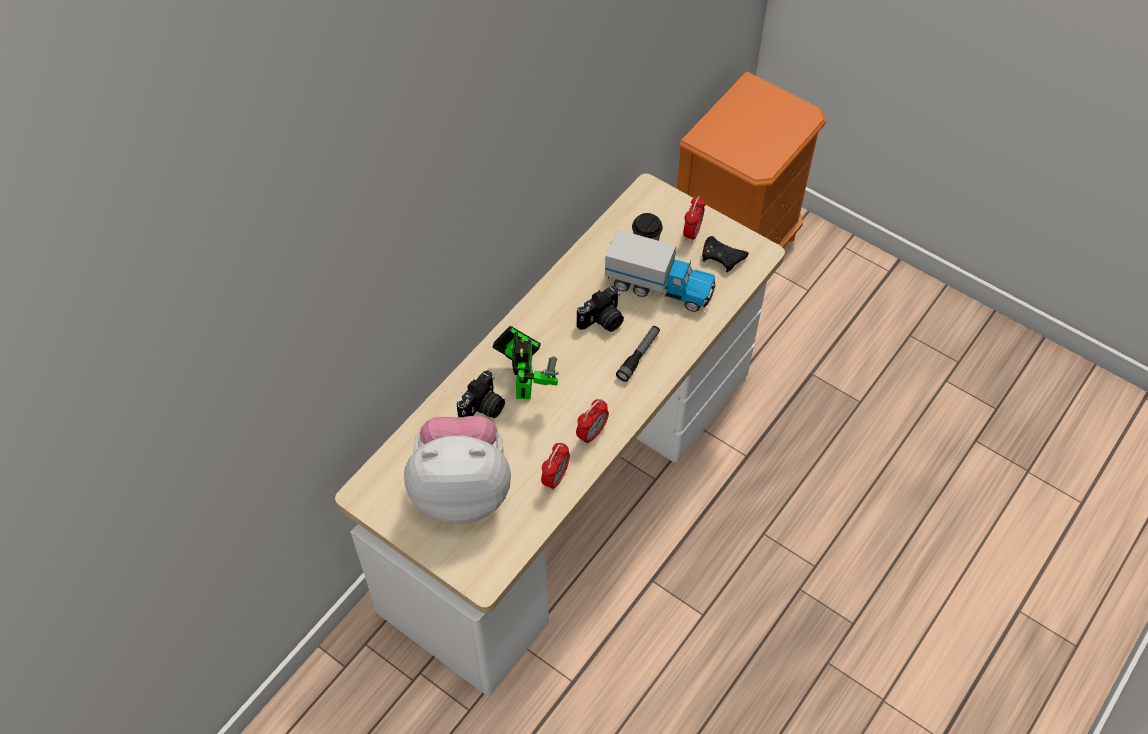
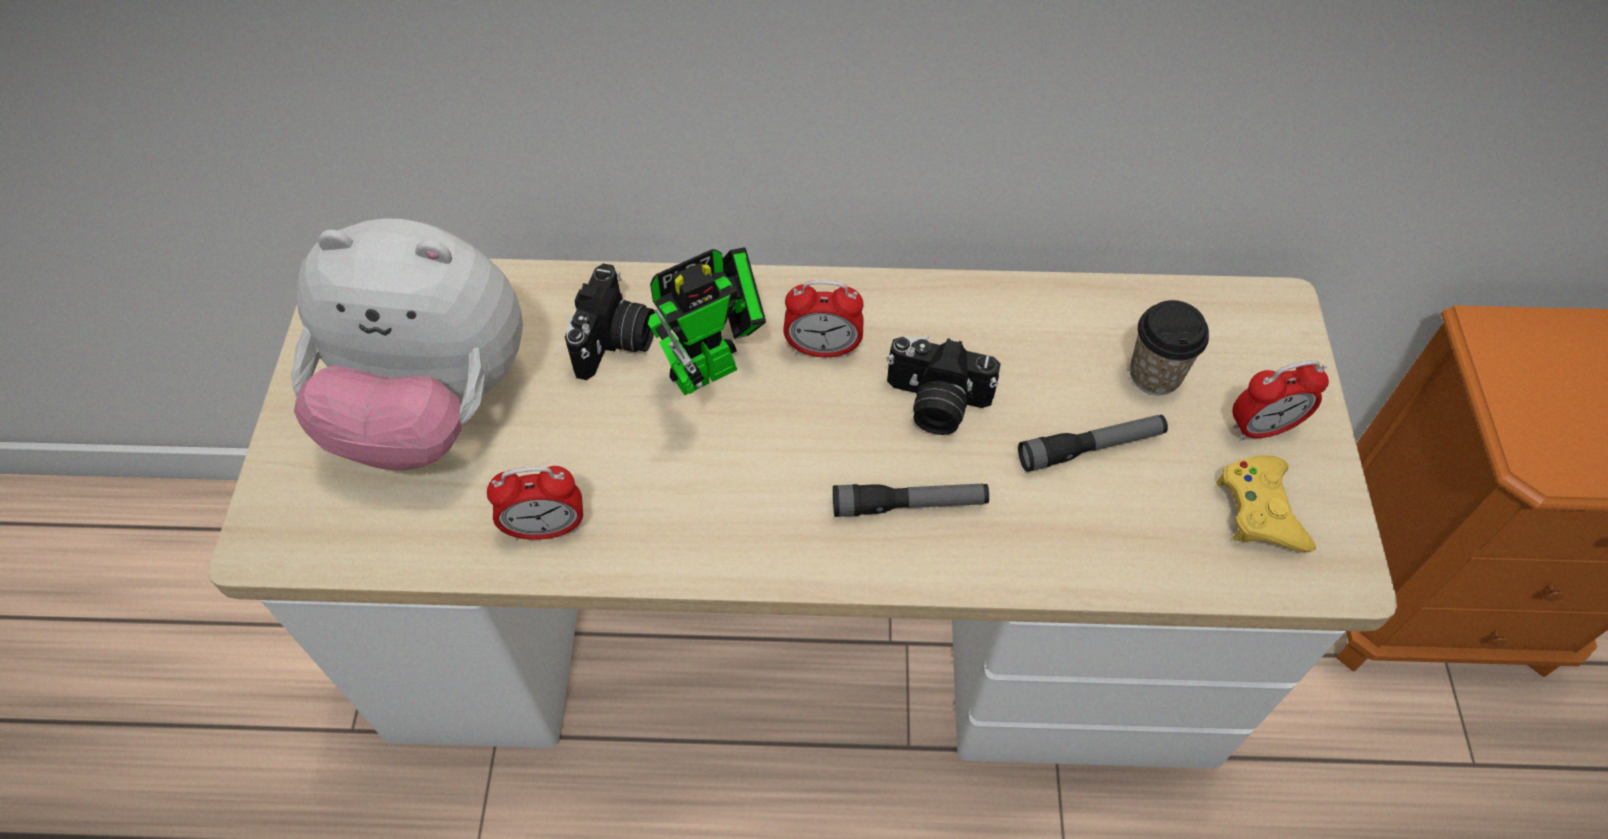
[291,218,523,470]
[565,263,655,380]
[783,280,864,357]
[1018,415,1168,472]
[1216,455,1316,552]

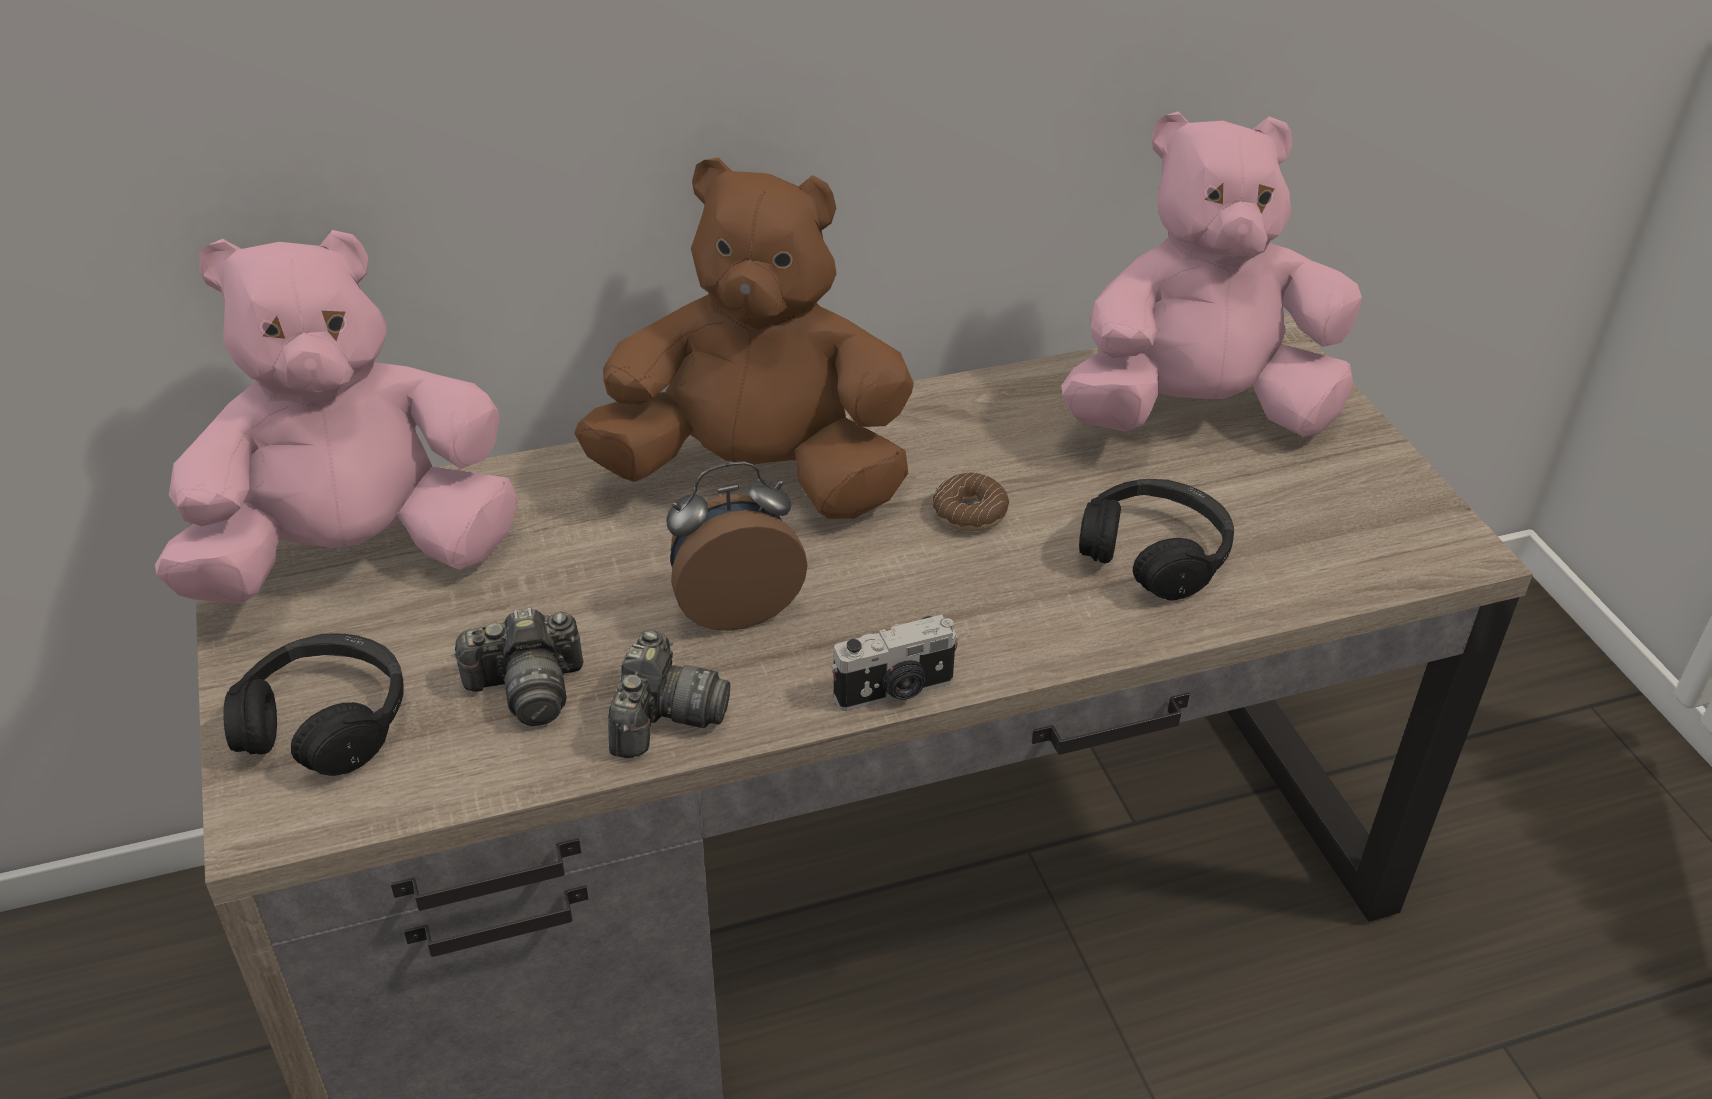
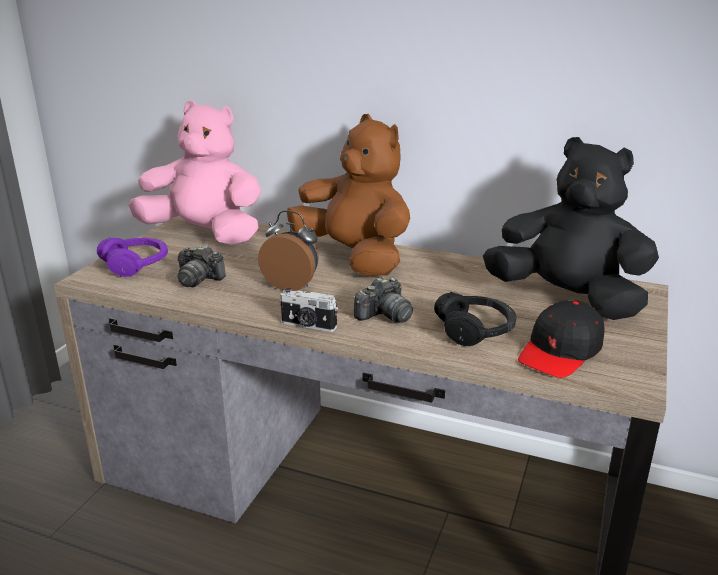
[97,238,168,277]
[354,277,413,323]
[933,472,1009,531] (first image)
[483,137,659,320]
[518,300,605,378]

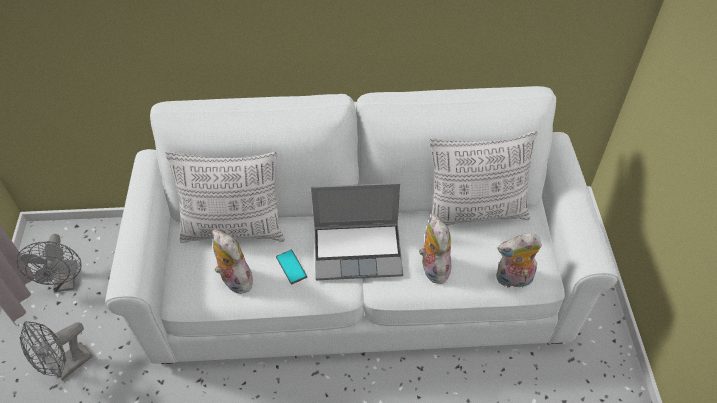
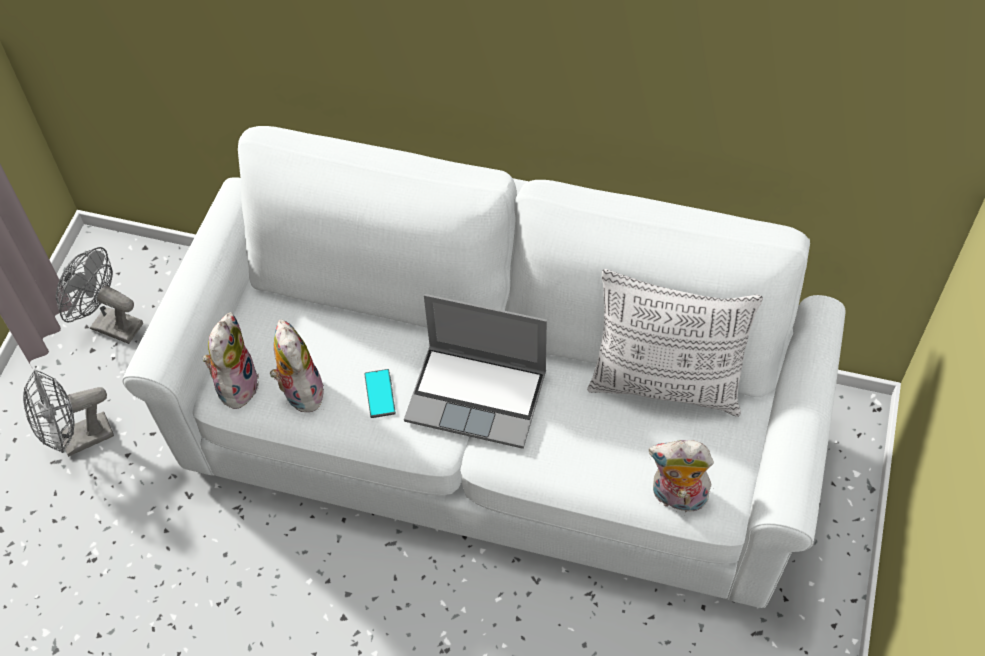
[56,247,143,344]
[165,151,285,243] (first image)
[203,312,259,412]

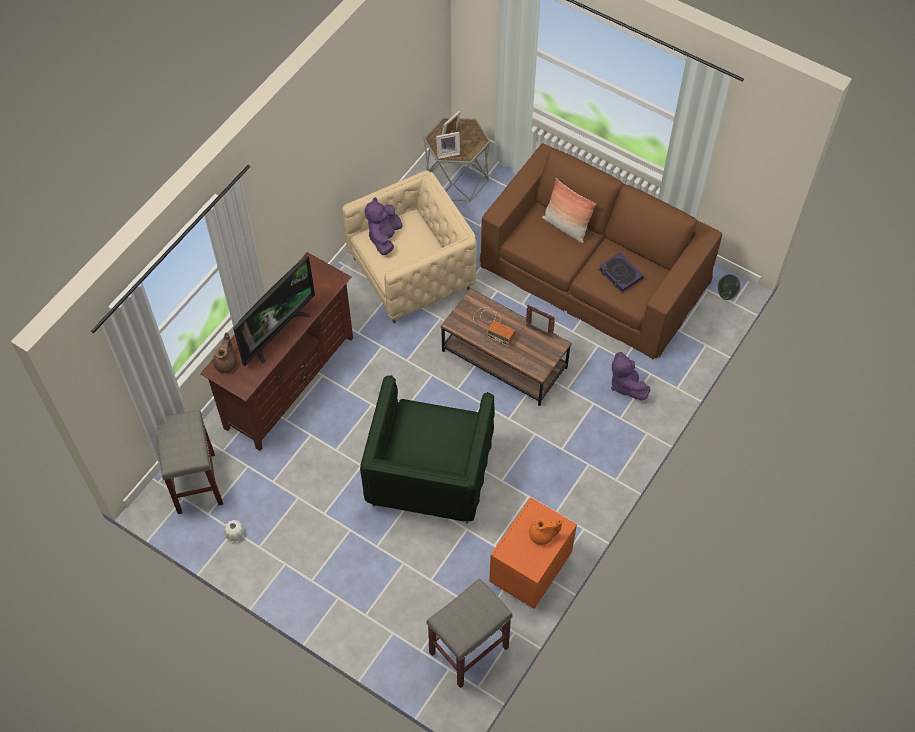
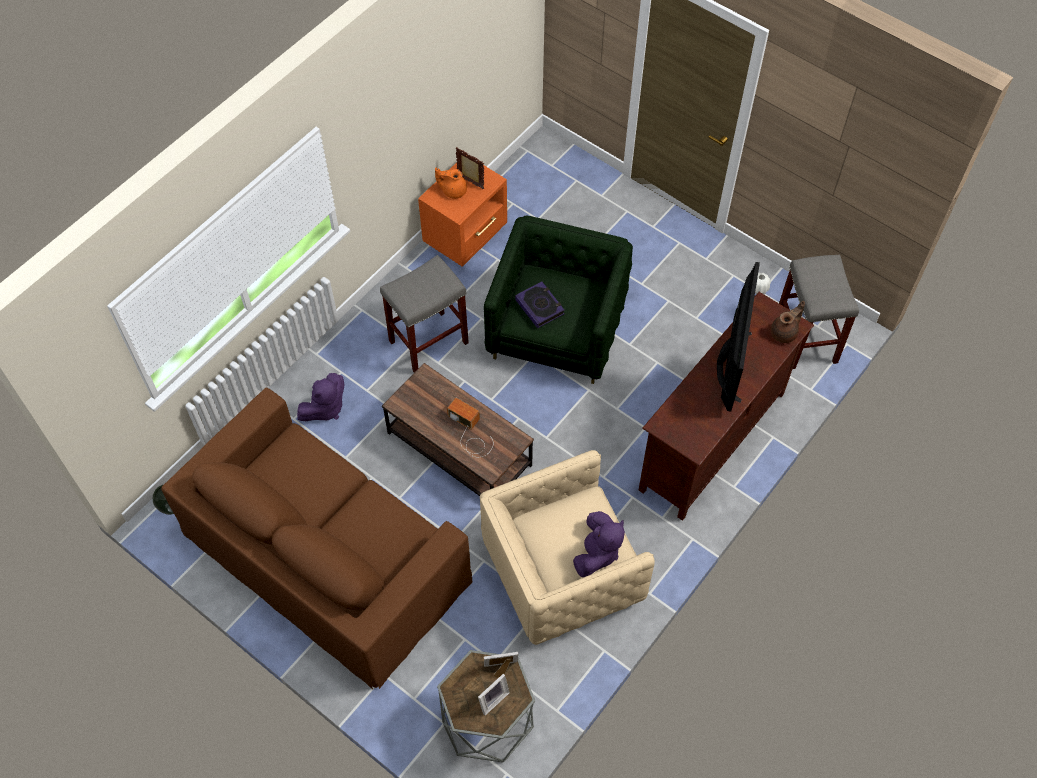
[771,301,805,343]
[717,262,760,412]
[380,255,469,372]
[456,147,484,189]
[542,178,597,243] (first image)
[515,281,565,328]
[297,373,345,421]

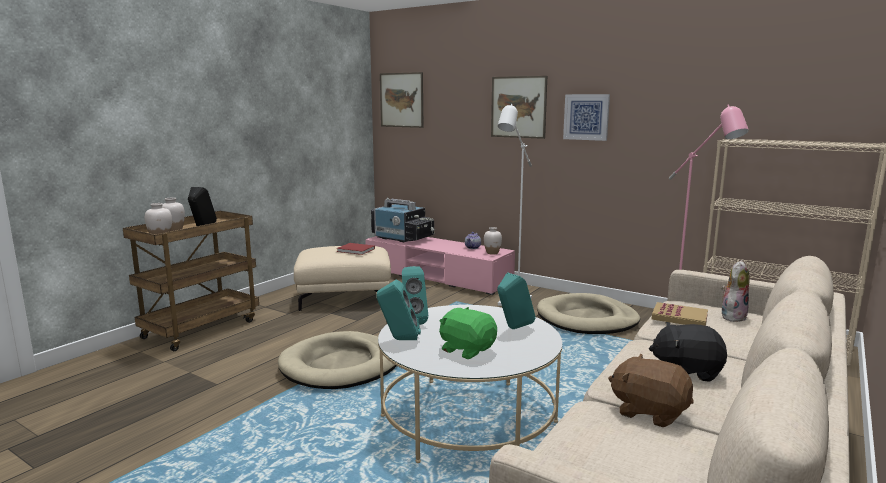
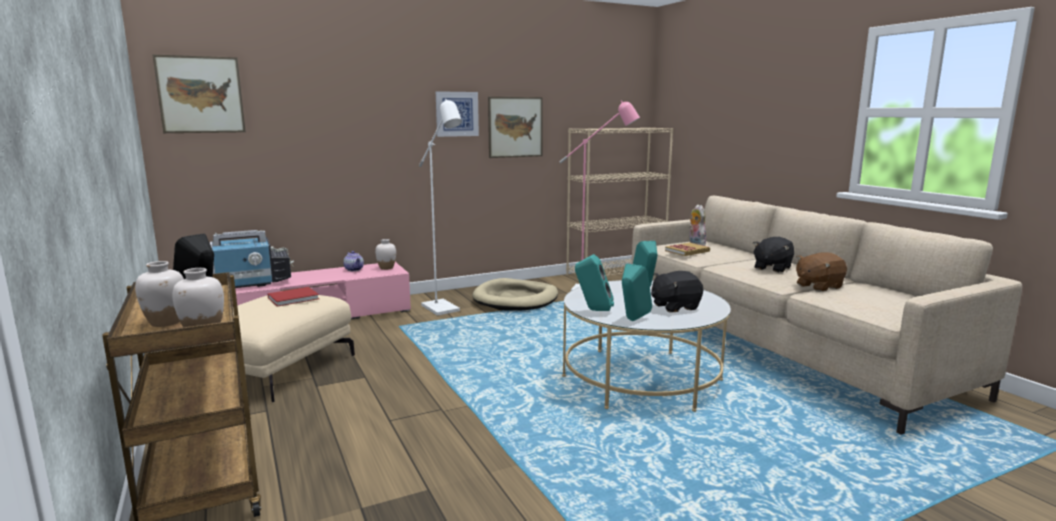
[278,331,396,389] (first image)
[651,271,703,312]
[488,97,543,158]

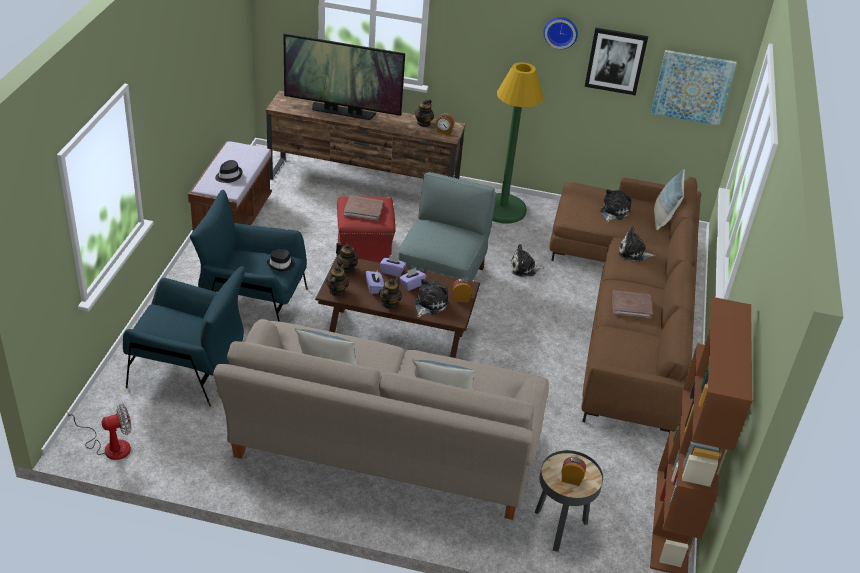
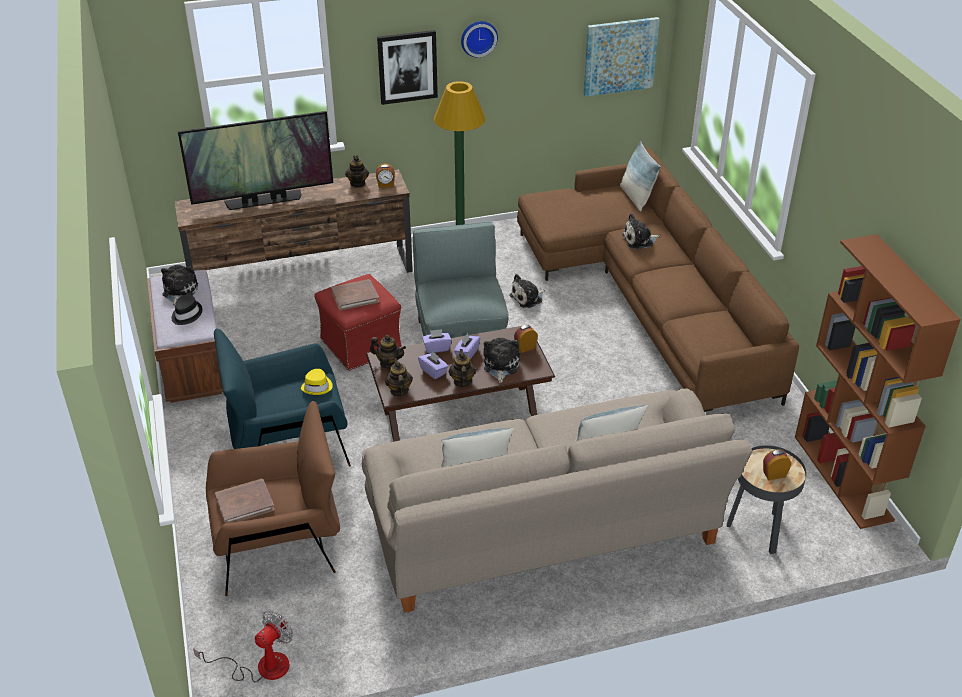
[206,401,340,596]
[301,369,333,395]
[377,30,438,105]
[161,265,198,306]
[215,479,275,523]

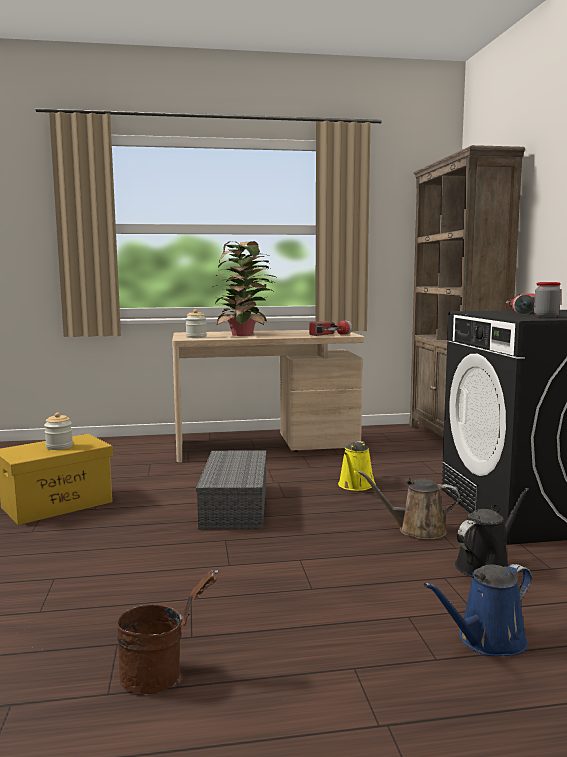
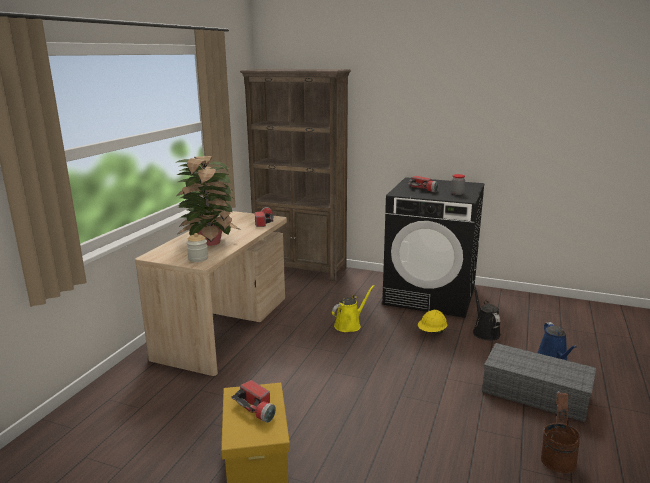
[232,380,276,423]
[482,343,596,422]
[332,285,375,332]
[418,310,447,334]

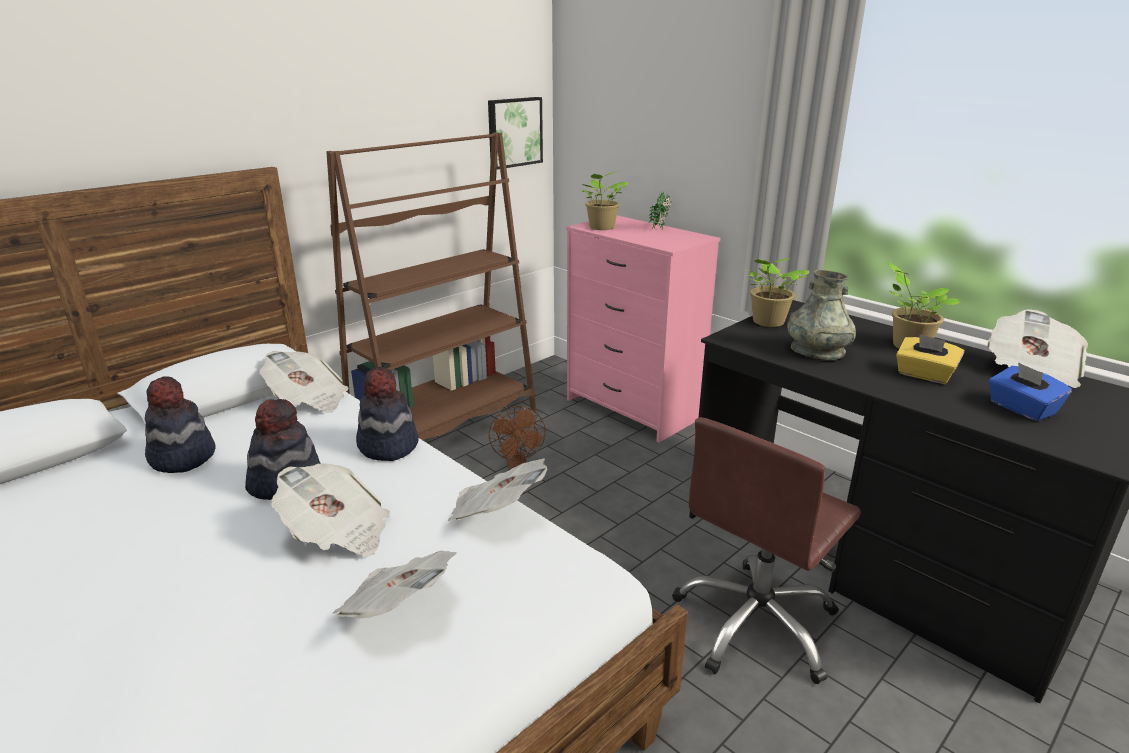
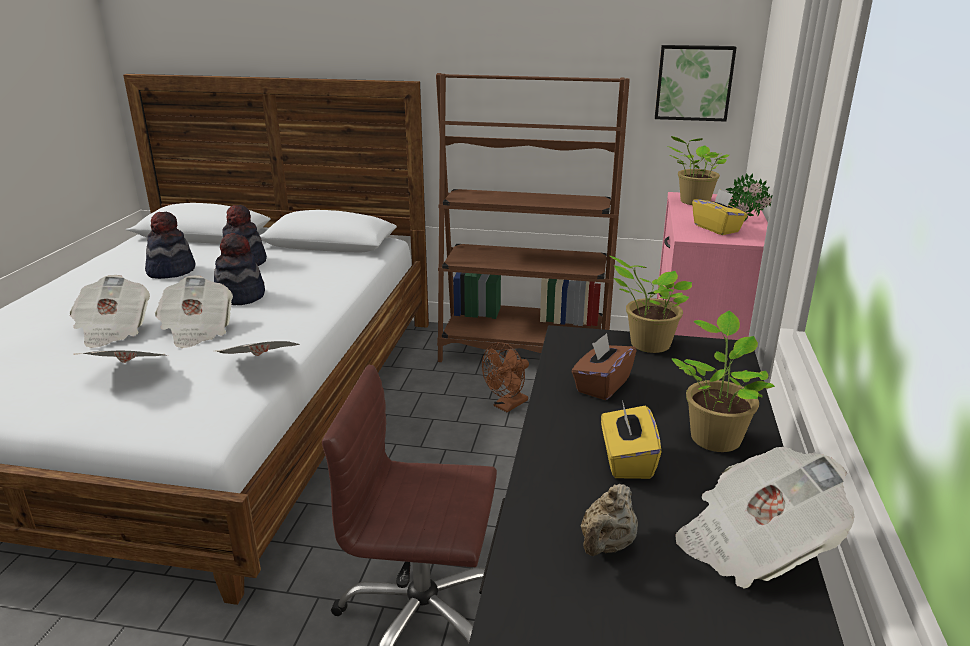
[70,275,150,348]
[145,212,195,279]
[572,333,637,400]
[581,484,638,556]
[692,189,747,235]

